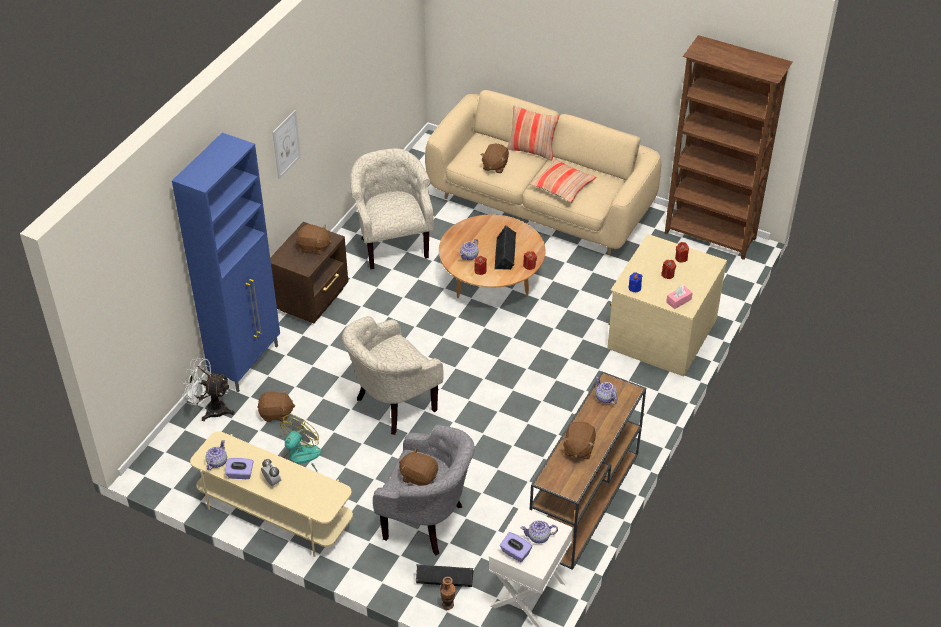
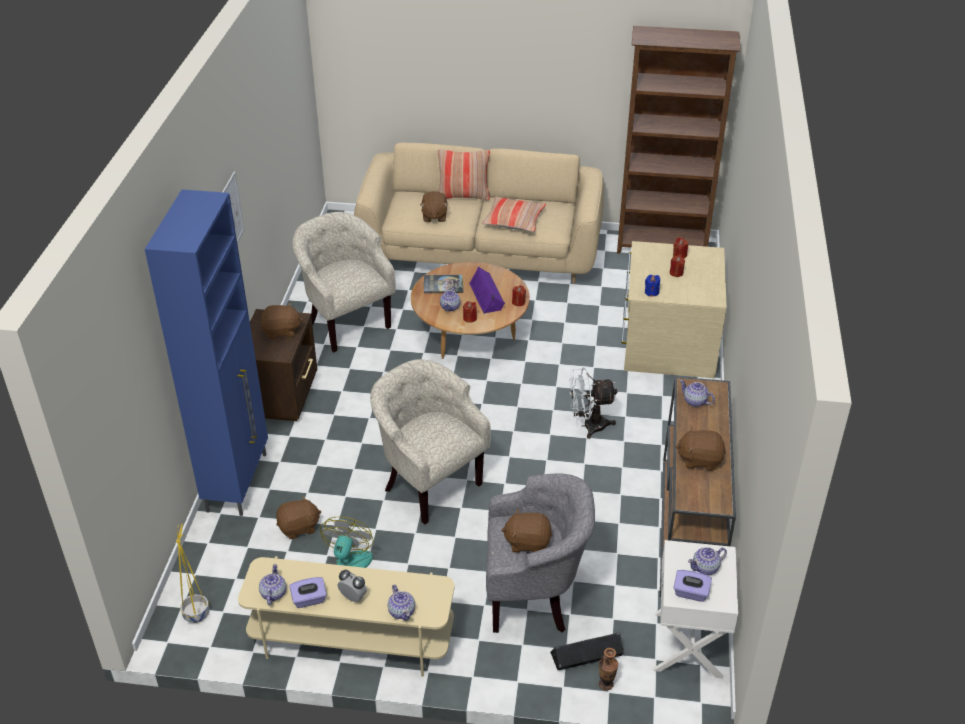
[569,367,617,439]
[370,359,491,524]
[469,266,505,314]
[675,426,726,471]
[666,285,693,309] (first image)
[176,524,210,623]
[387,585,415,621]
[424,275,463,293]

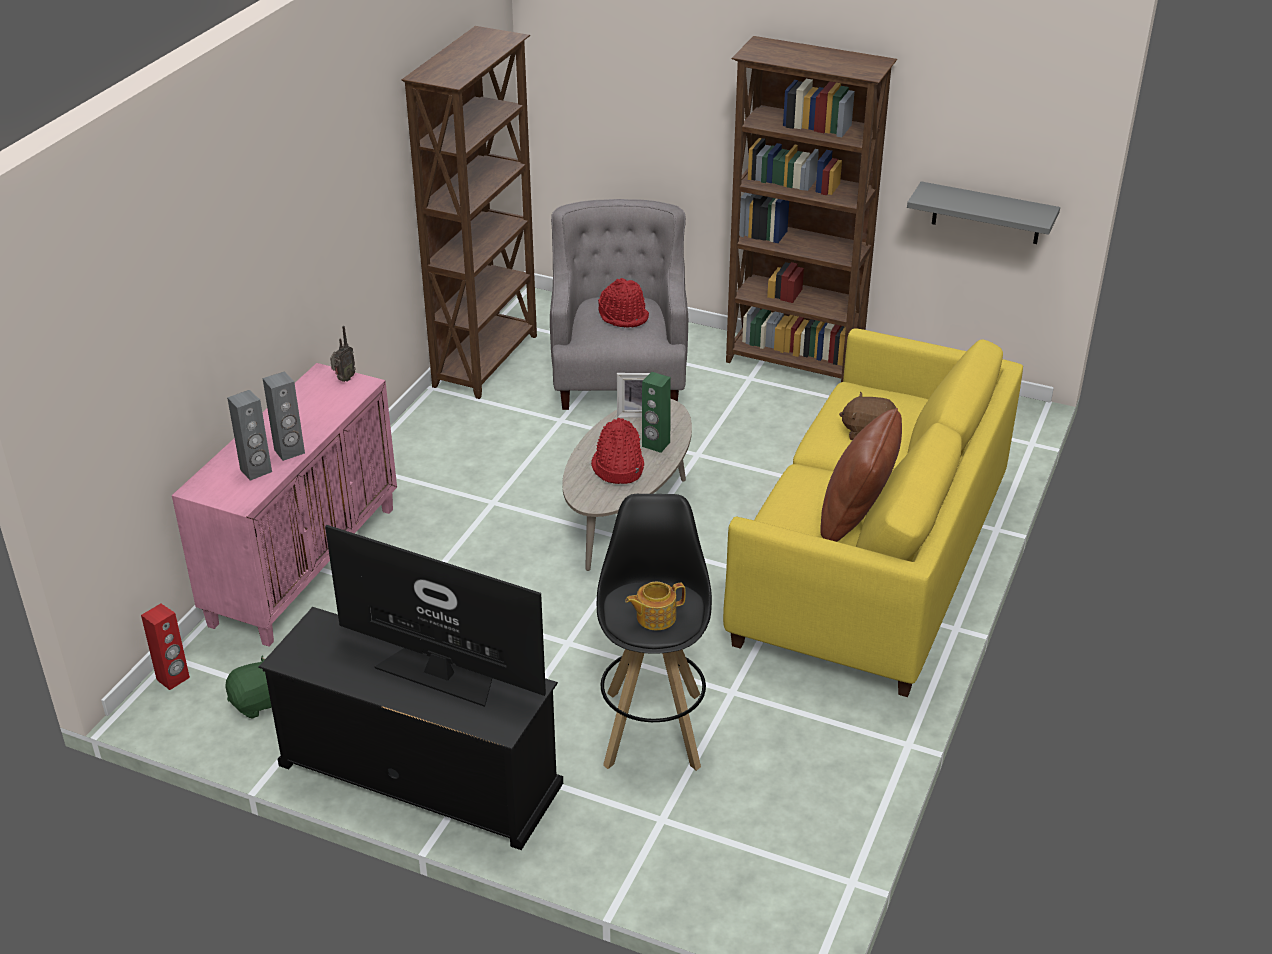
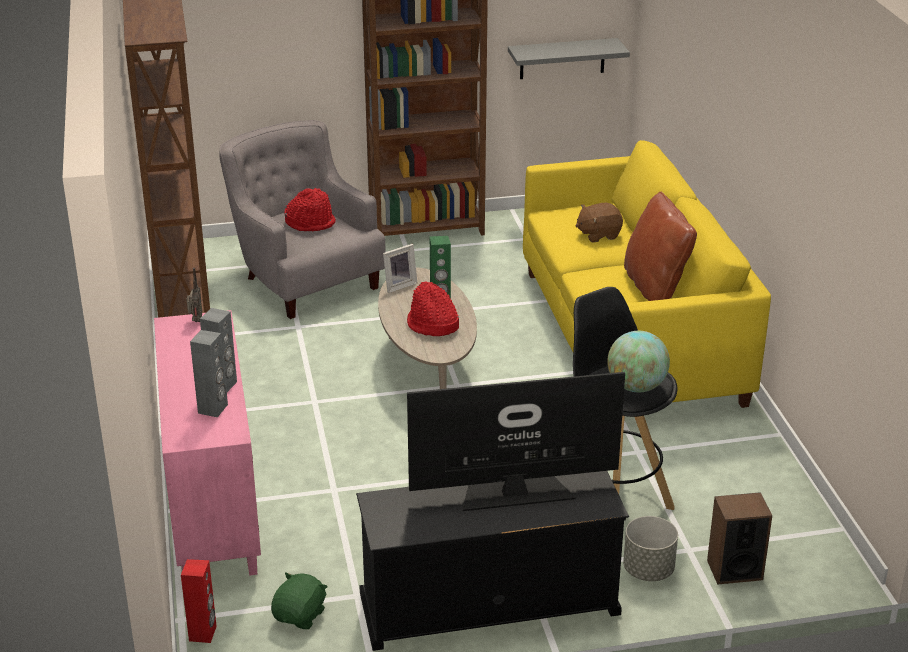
[607,331,670,392]
[623,516,678,581]
[707,492,772,585]

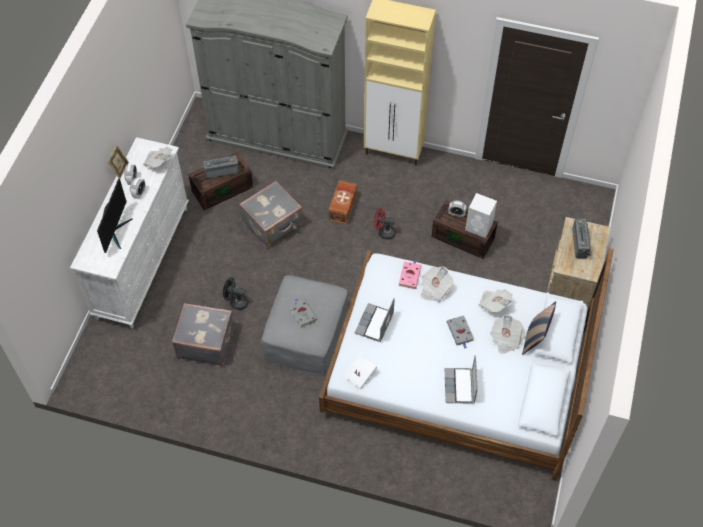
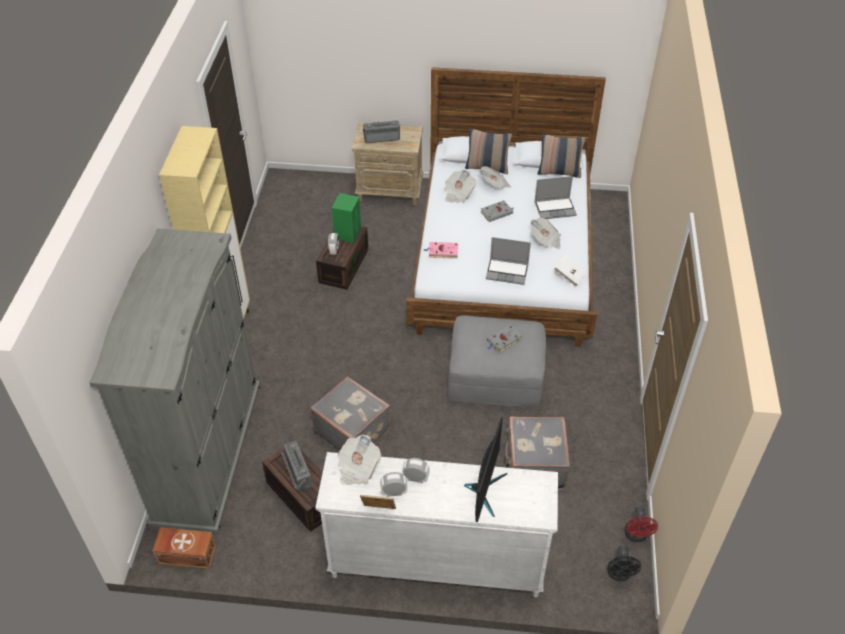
[464,417,507,522]
[607,545,641,581]
[153,527,216,569]
[624,507,658,542]
[530,218,561,249]
[332,193,361,243]
[537,134,586,178]

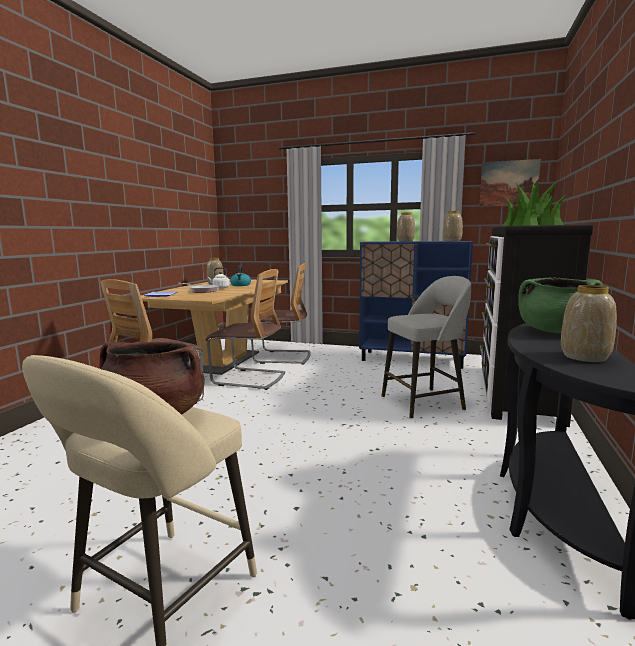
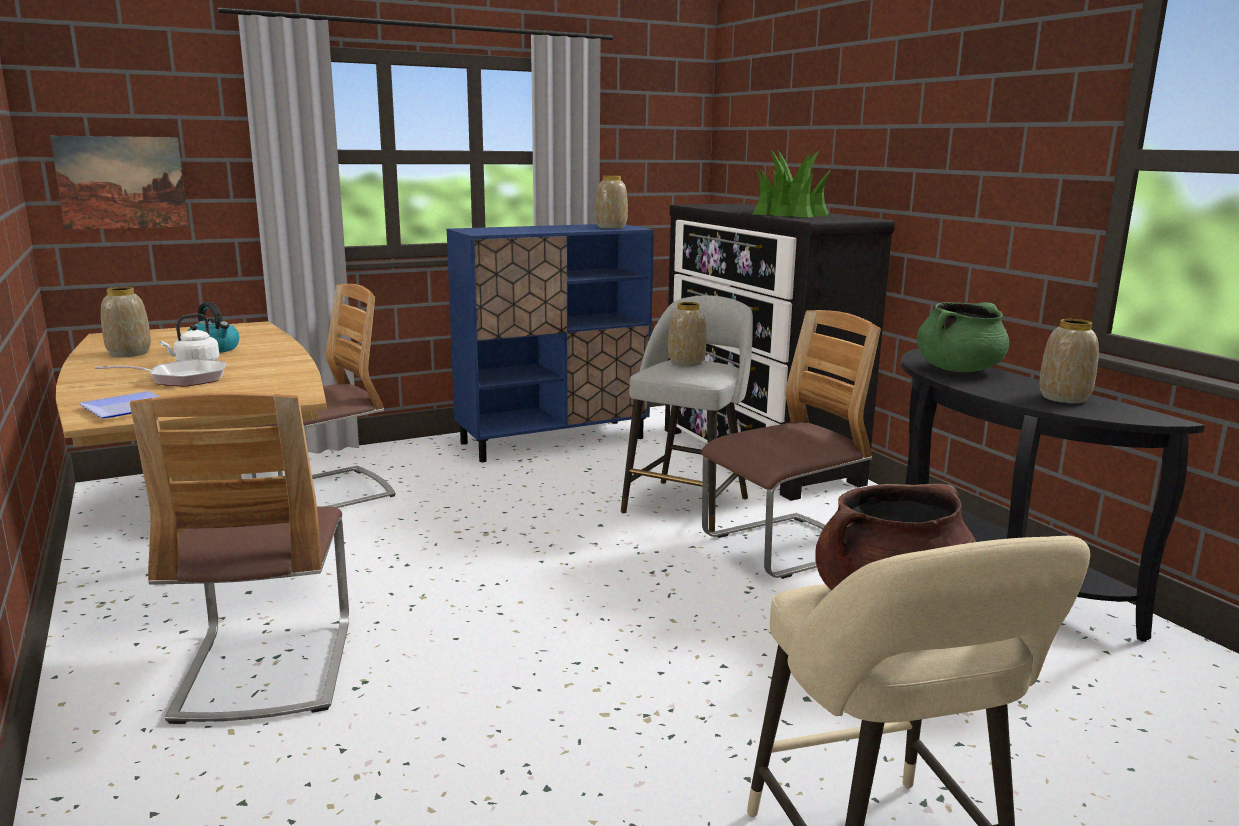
[701,310,881,579]
[668,302,706,366]
[50,136,189,230]

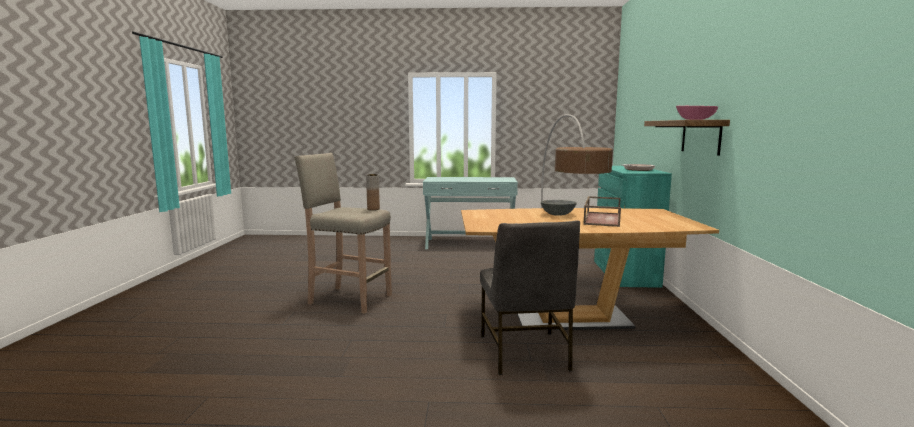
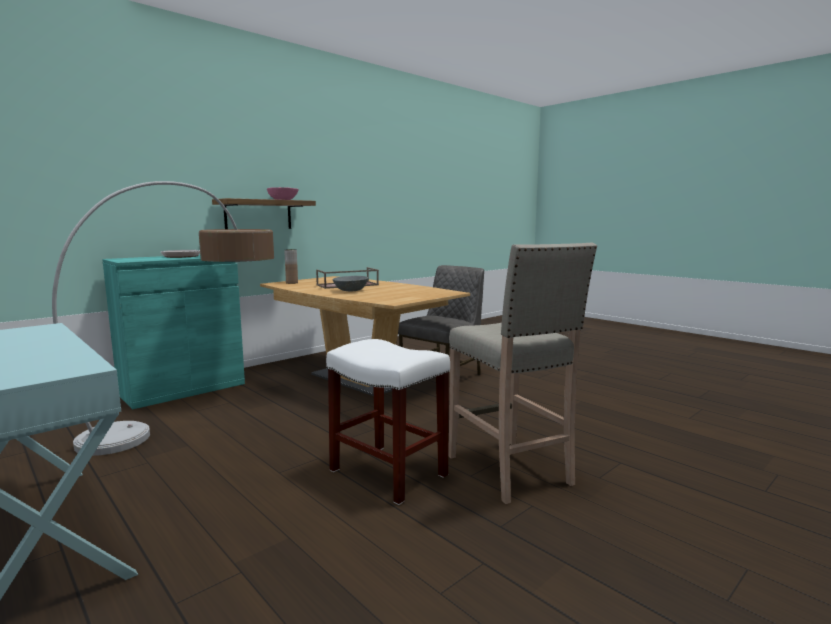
[284,249,298,284]
[326,339,450,505]

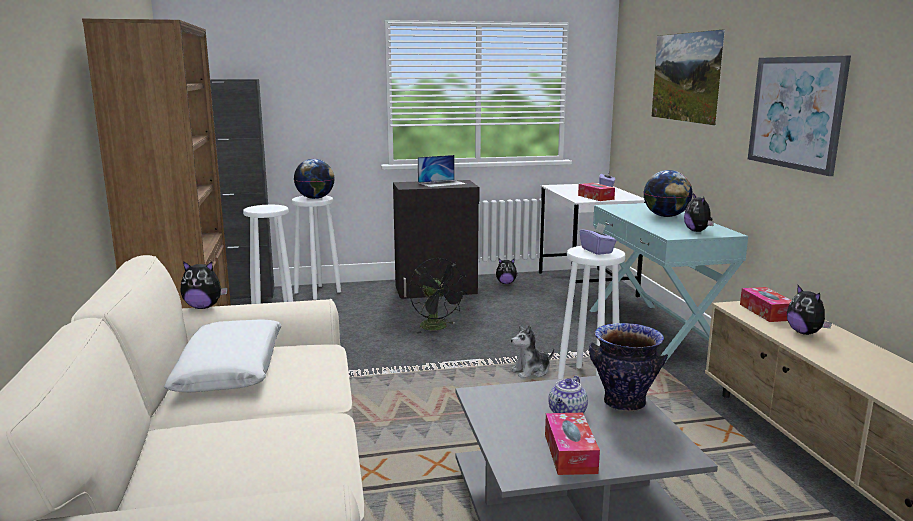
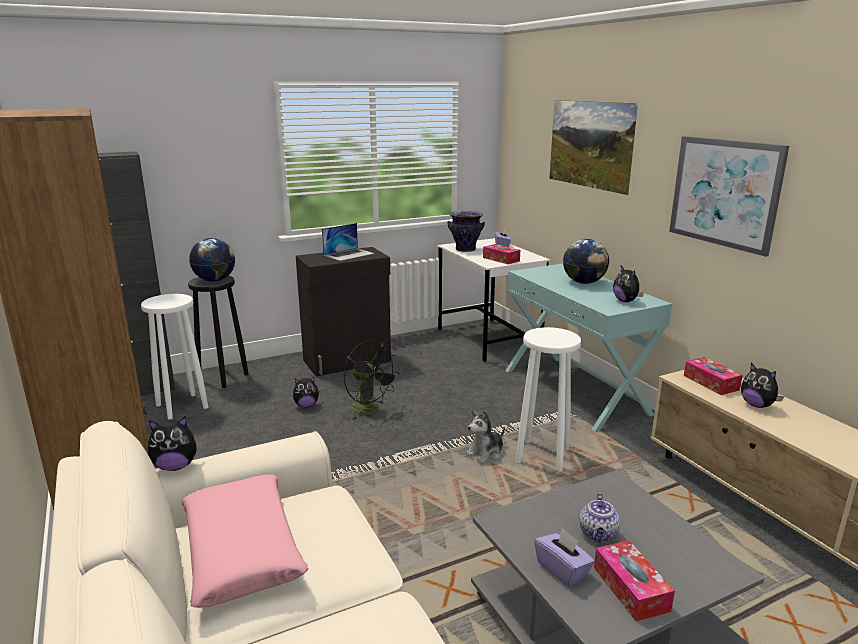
[181,474,309,608]
[188,276,249,388]
[293,377,320,407]
[534,528,595,587]
[447,211,485,252]

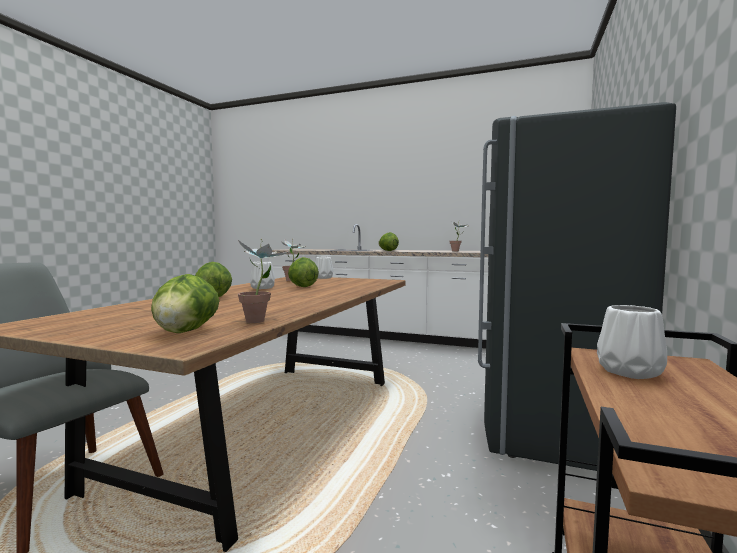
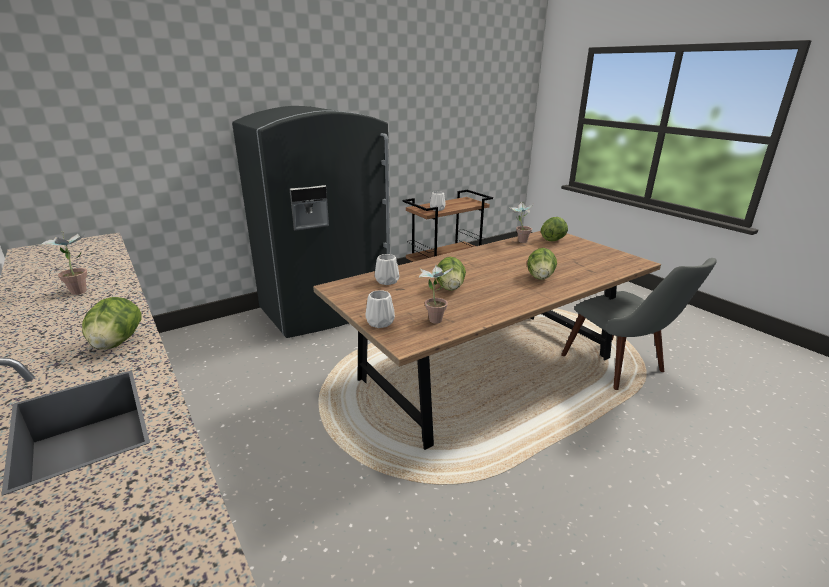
[375,254,399,285]

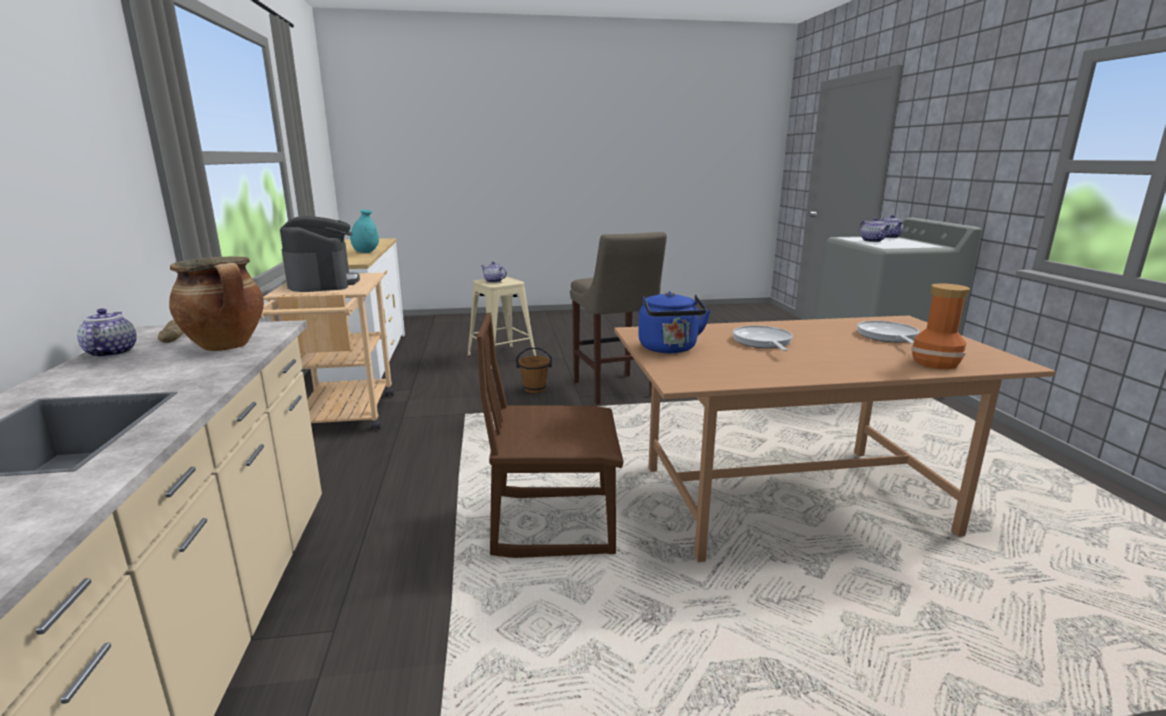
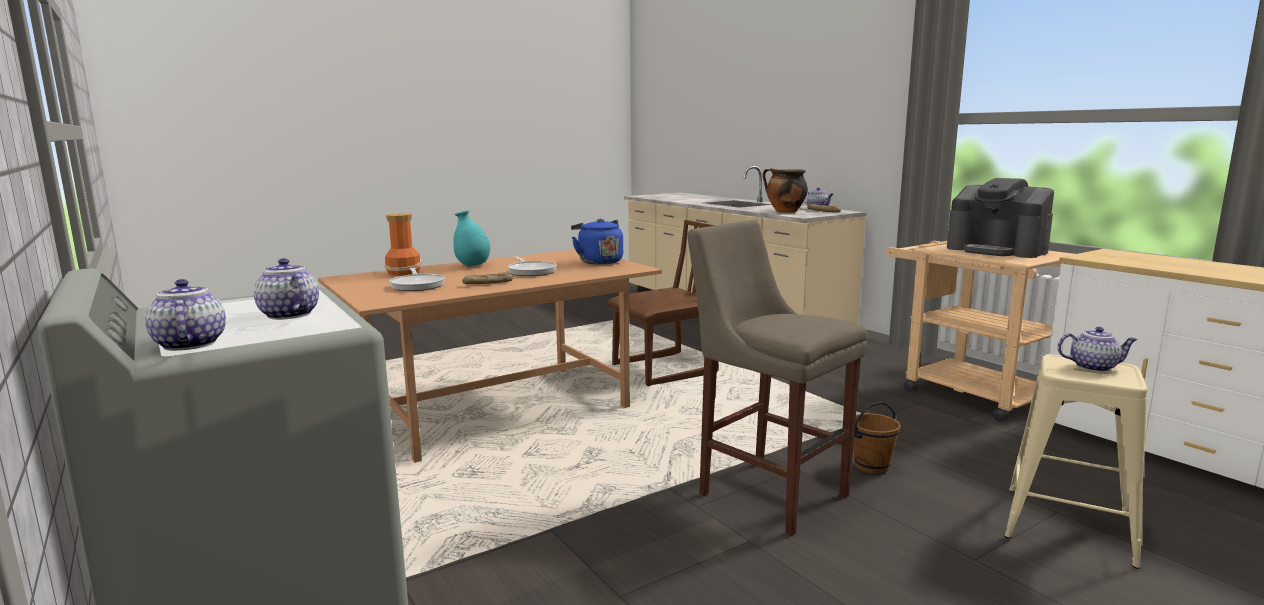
[453,210,490,267]
[462,272,513,284]

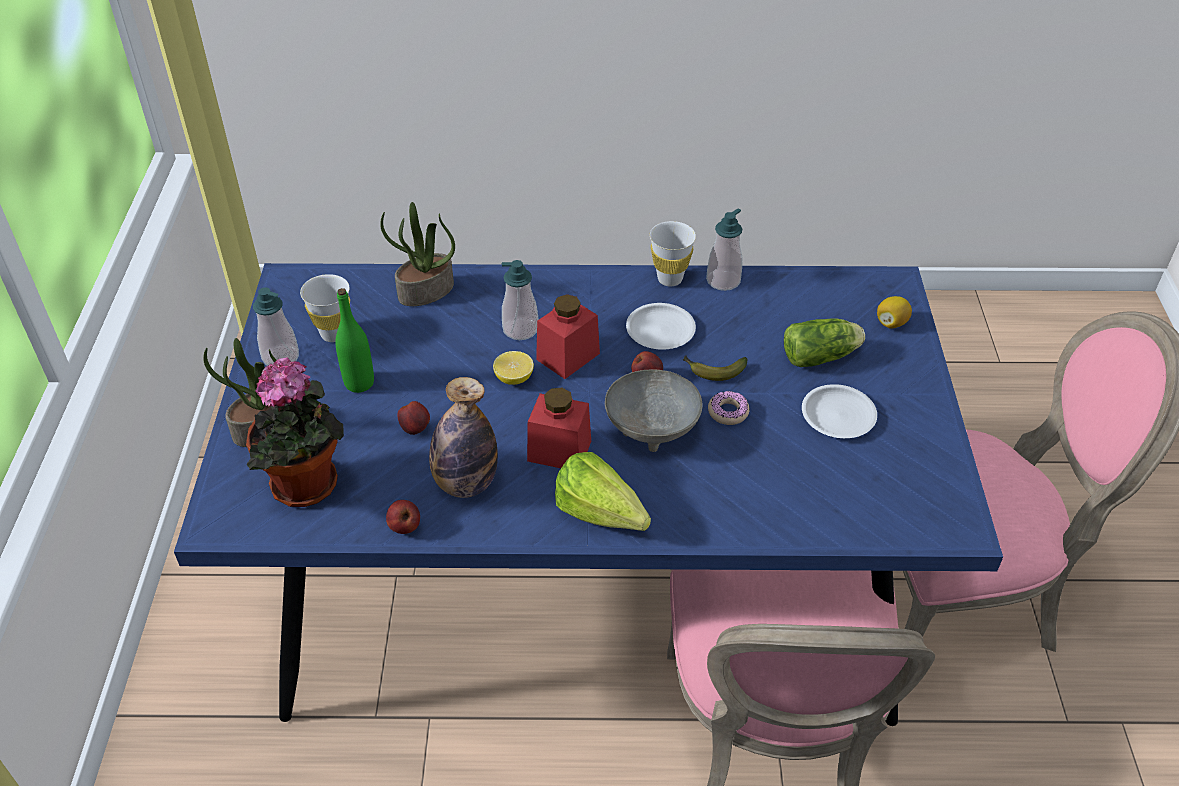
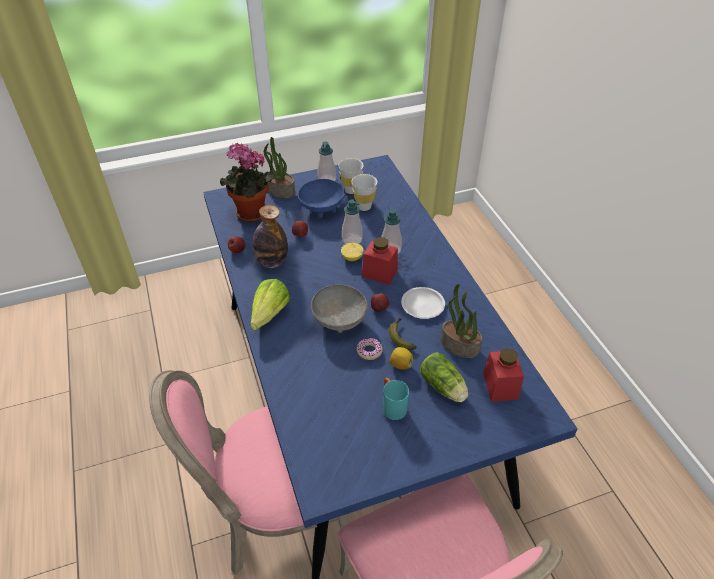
[298,179,345,218]
[441,284,482,358]
[483,348,524,402]
[352,174,377,211]
[342,200,363,244]
[383,378,409,420]
[389,347,413,370]

